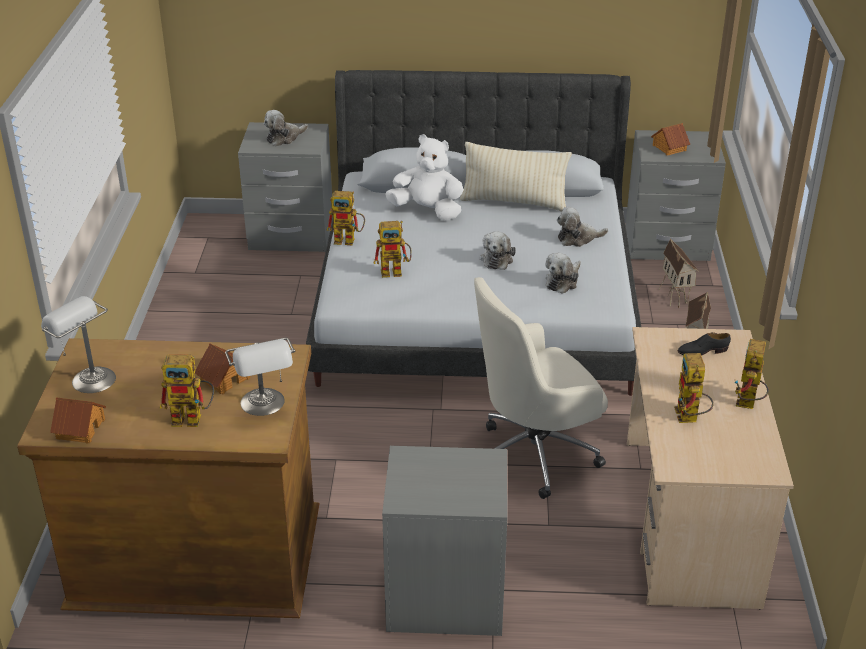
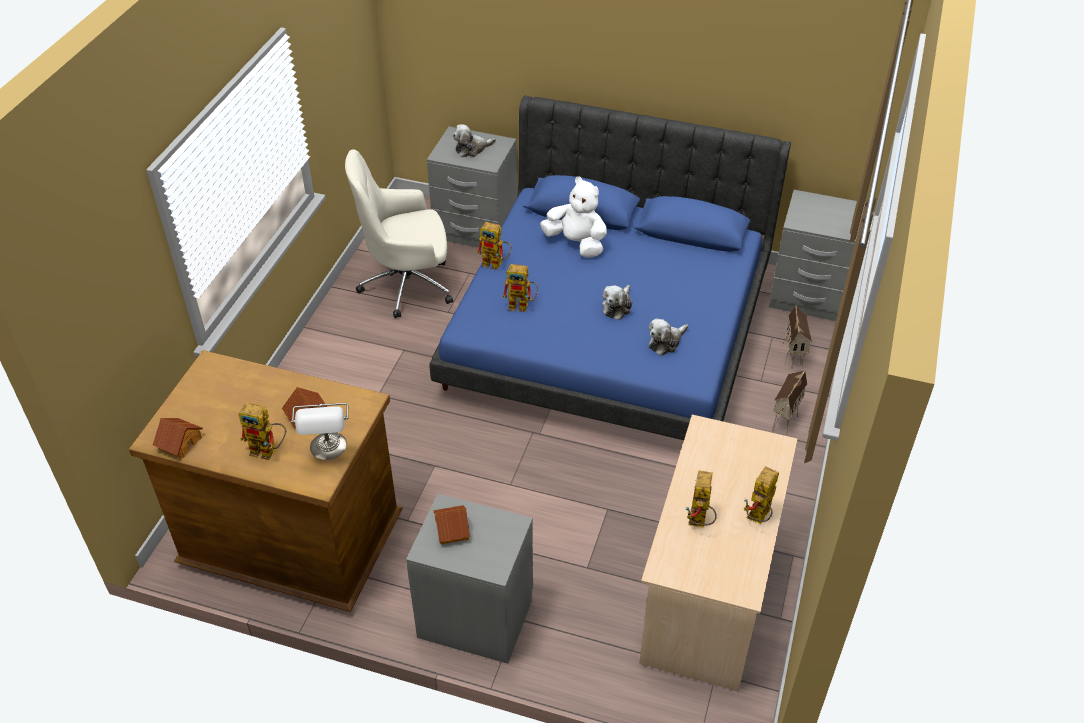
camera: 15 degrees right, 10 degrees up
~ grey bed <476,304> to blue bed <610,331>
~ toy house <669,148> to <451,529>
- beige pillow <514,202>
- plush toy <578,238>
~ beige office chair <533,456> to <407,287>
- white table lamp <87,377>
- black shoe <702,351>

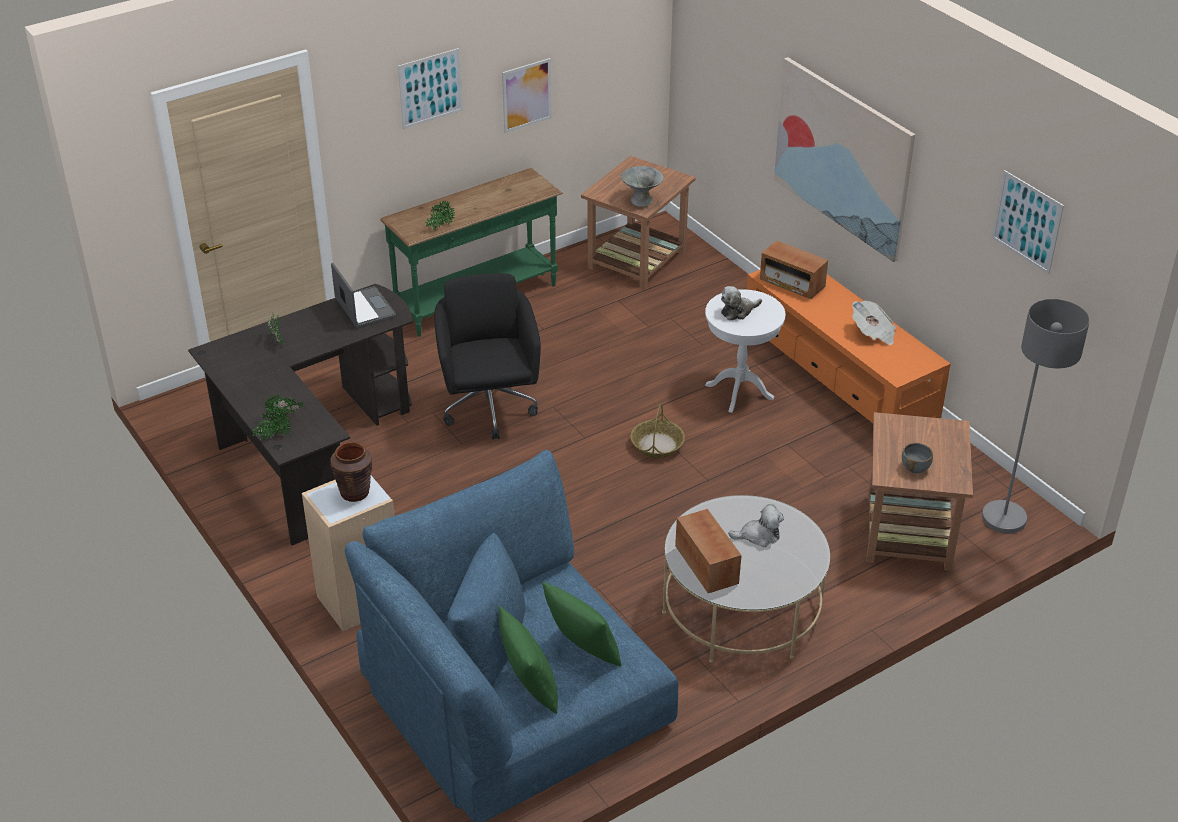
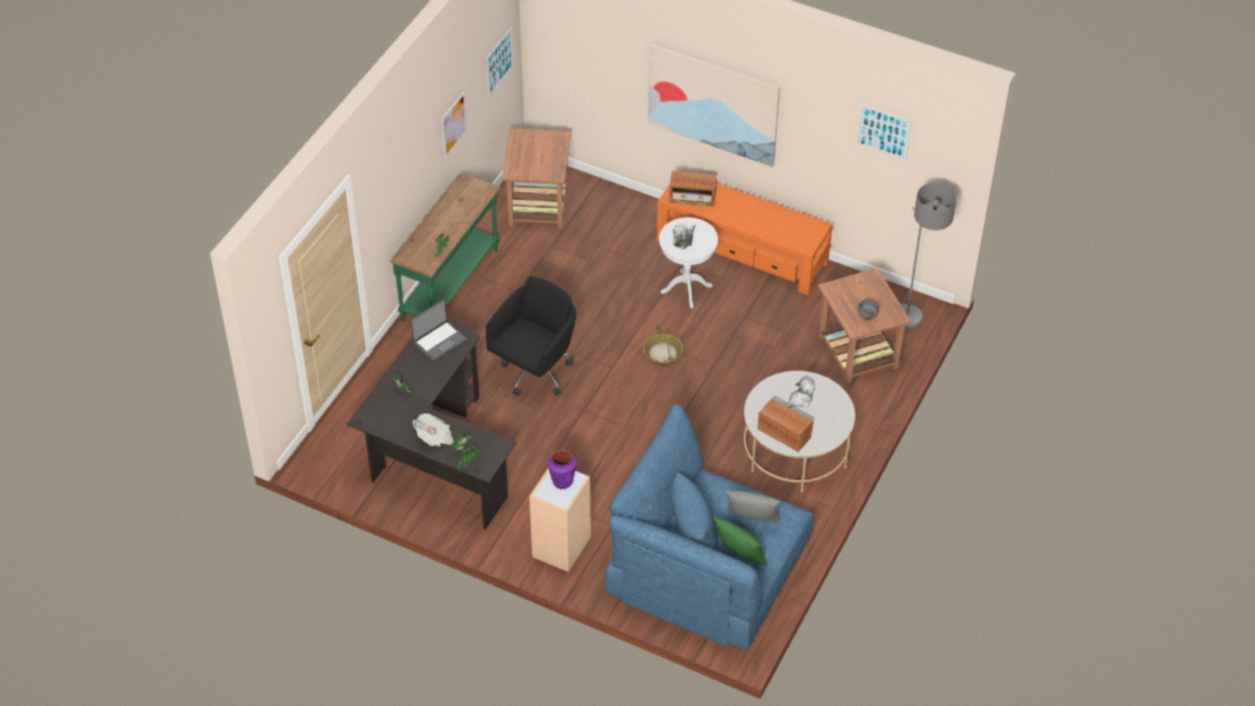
camera: 30 degrees left, 10 degrees up
~ picture <430,88> to <499,62>
- grey bowl <641,201>
~ laptop <364,309> = <439,341> 105 degrees clockwise
~ black office chair <490,413> = <534,375> 75 degrees clockwise
~ newspaper <873,333> to <434,438>
~ brown vase <355,493> to purple vase <562,481>
~ green pillow <582,652> to grey pillow <752,521>

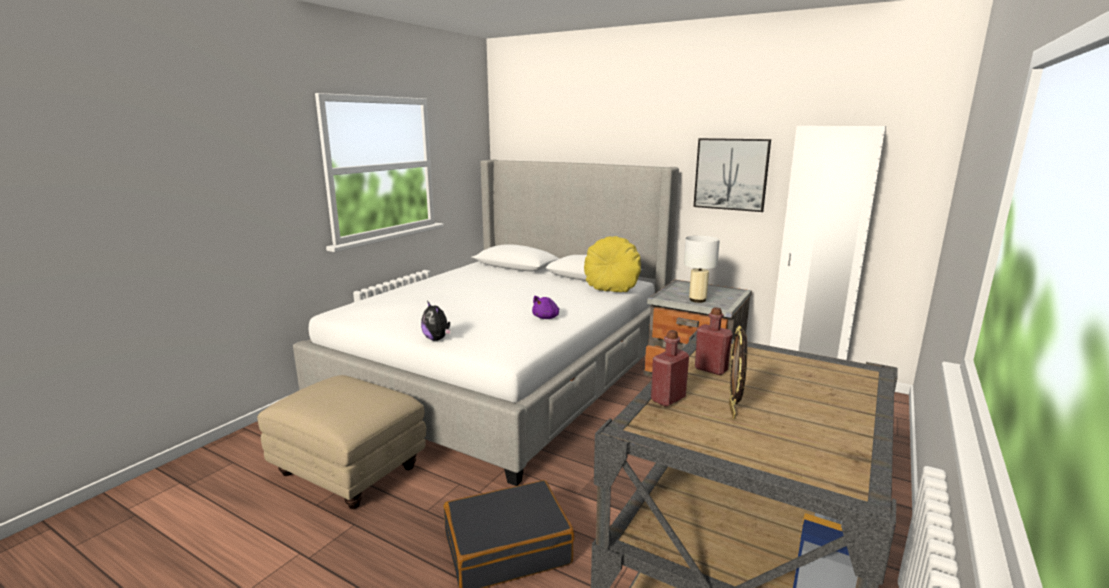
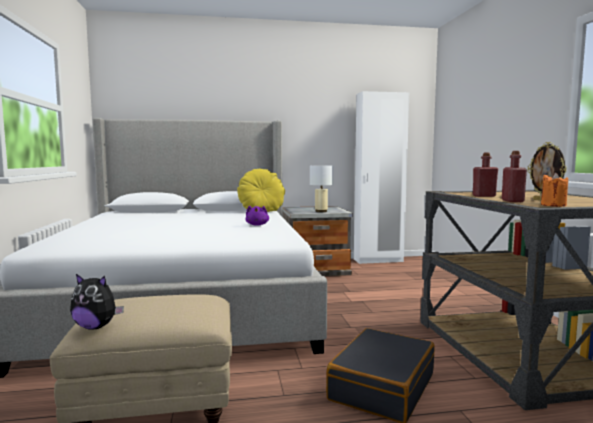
camera: 40 degrees left, 10 degrees down
- picture <731,174>
~ plush toy <437,339> to <96,327>
+ orange candle <553,205>

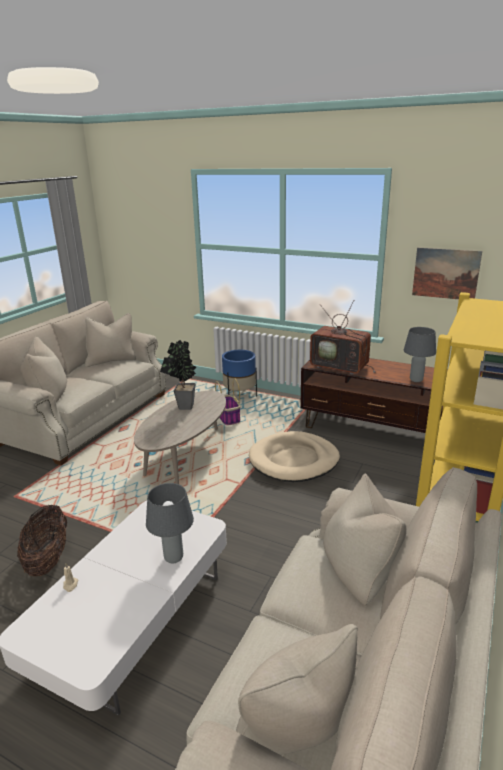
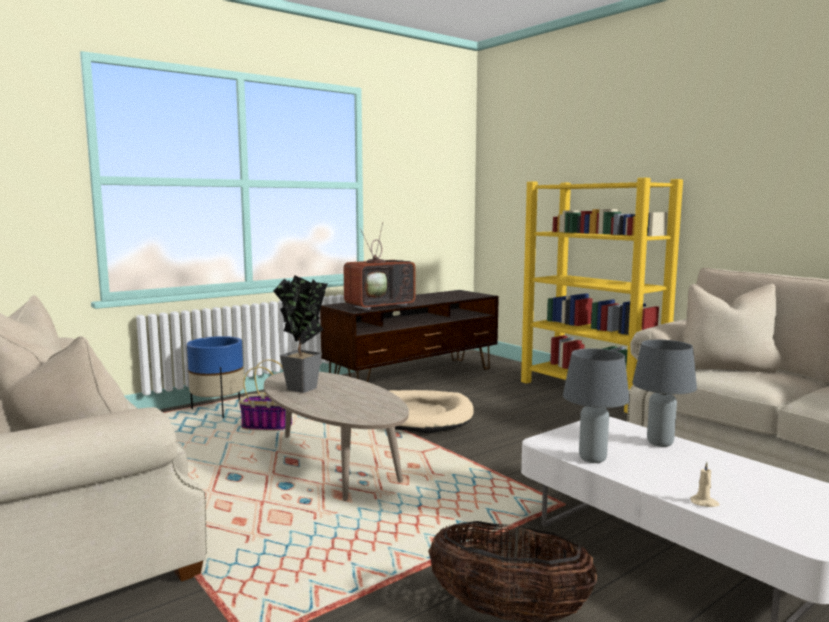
camera: 65 degrees left, 15 degrees down
- picture <445,273>
~ grey table lamp <416,380> to <591,459>

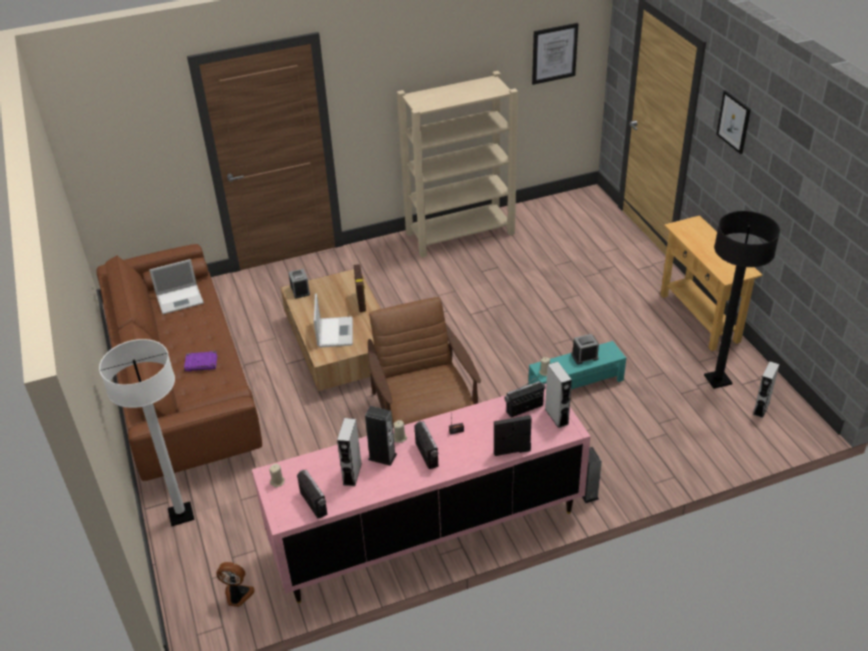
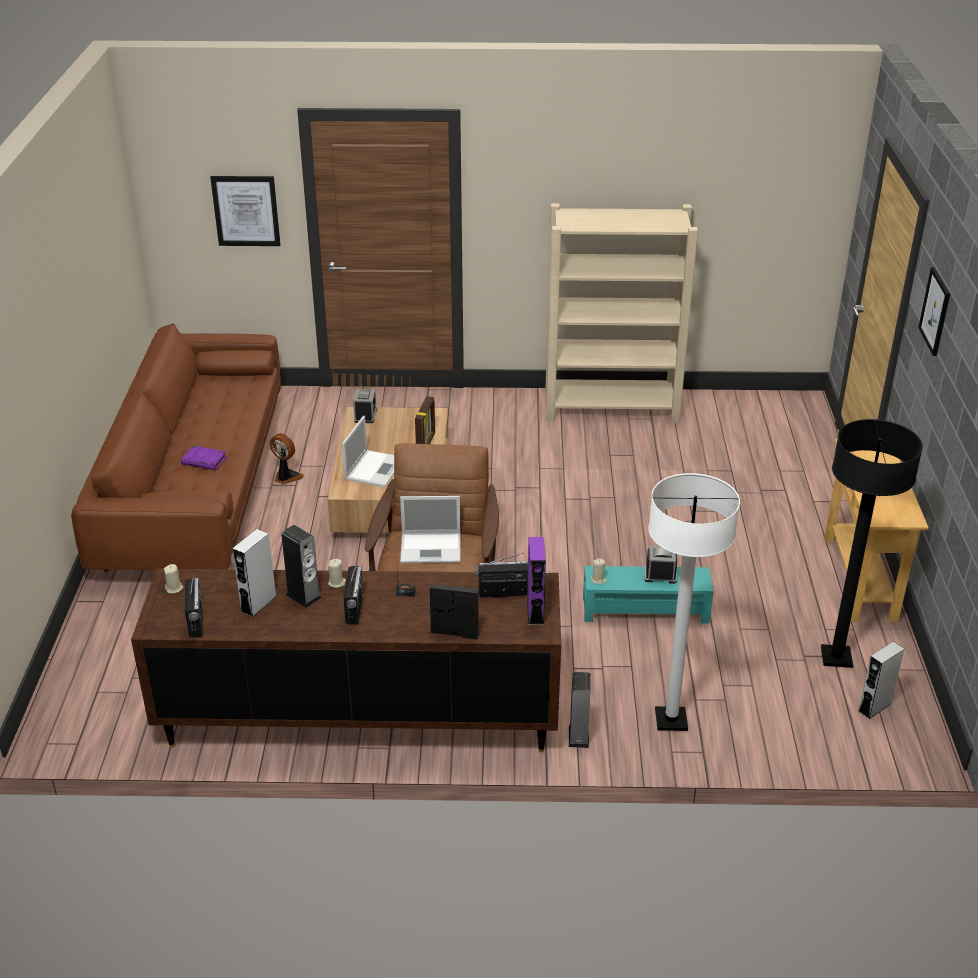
camera: 20 degrees right, 5 degrees down
~ picture <554,53> to <246,211>
~ laptop <181,299> to <432,548>
~ white floor lamp <181,515> to <671,720>
~ grey speaker <556,416> to purple speaker <535,612>
~ pink cabinet <427,531> to brown cabinet <360,718>
~ fan <237,596> to <286,477>

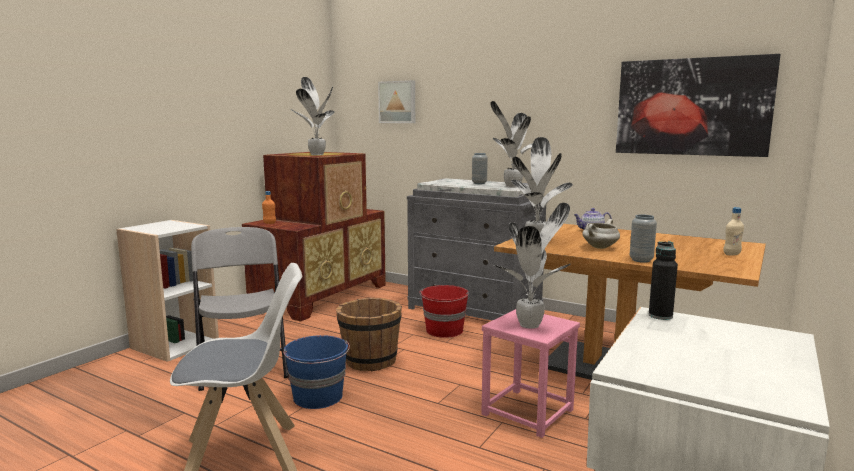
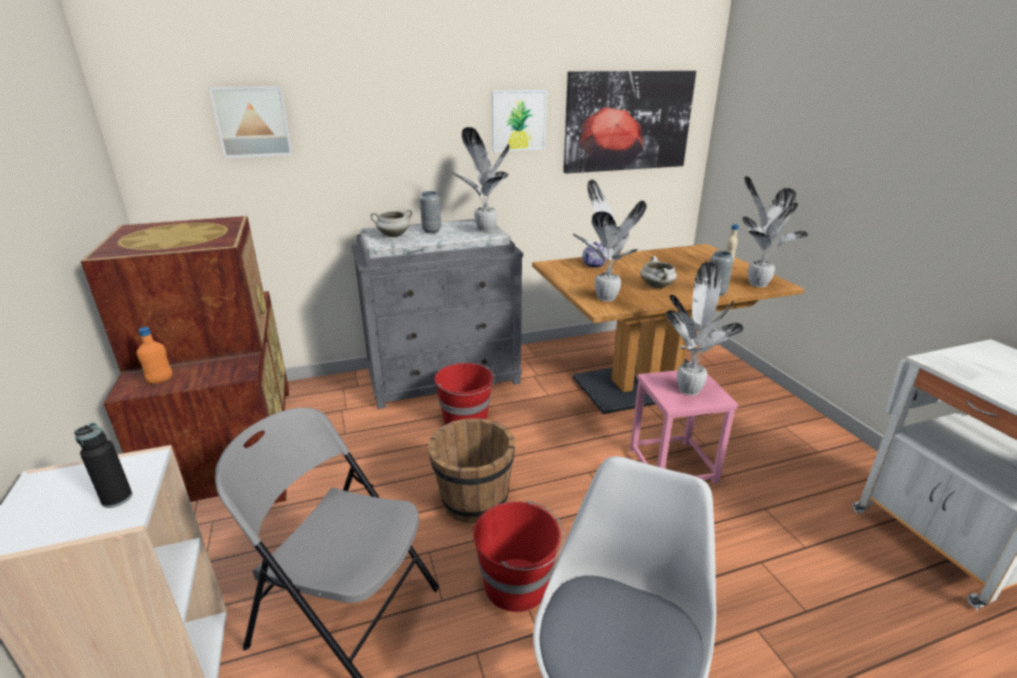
camera: 50 degrees left, 15 degrees up
~ potted plant <316,154> to <755,284>
~ black bottle <660,316> to <117,498>
~ blue bucket <318,397> to red bucket <517,584>
+ picture <518,120>
+ white cooking pot <393,236>

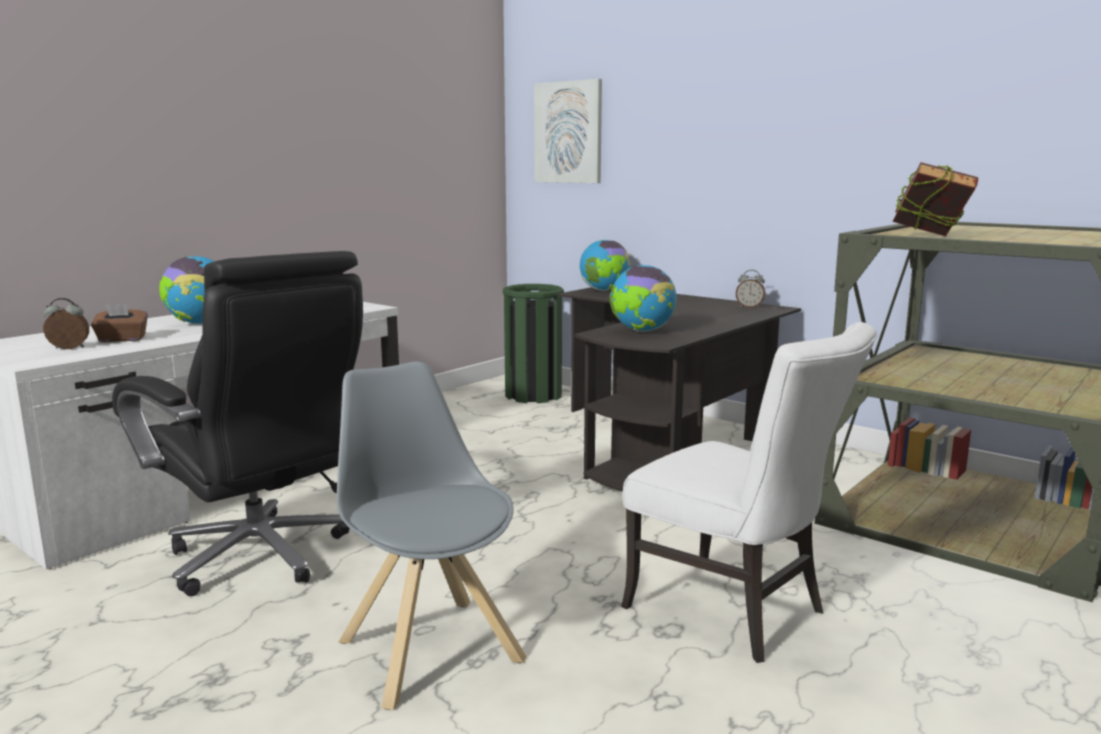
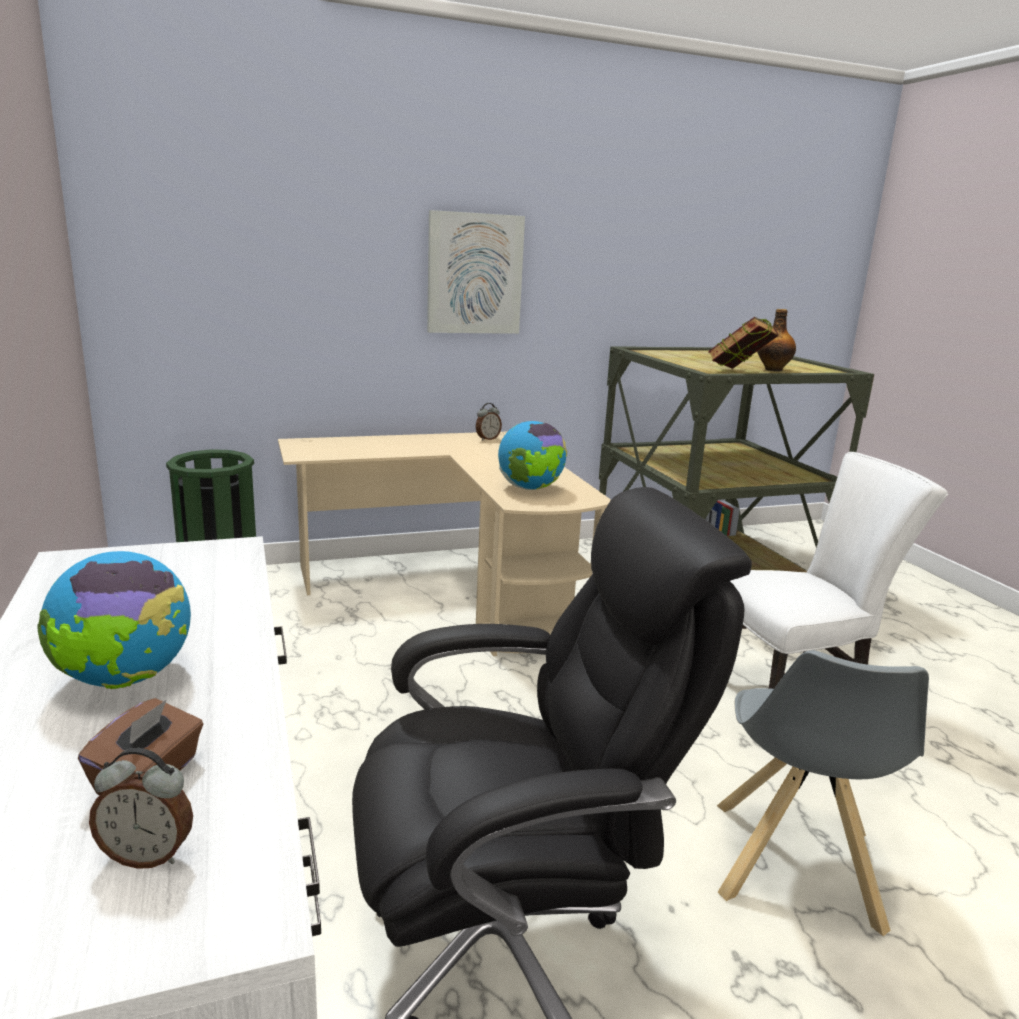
camera: 60 degrees left, 5 degrees up
~ picture <568,132> to <474,274>
- globe <604,290>
~ black desk <668,441> to beige desk <454,589>
~ alarm clock <68,348> = <148,855> 105 degrees counterclockwise
~ grey chair <429,647> = <794,868> 75 degrees counterclockwise
+ bottle <773,369>

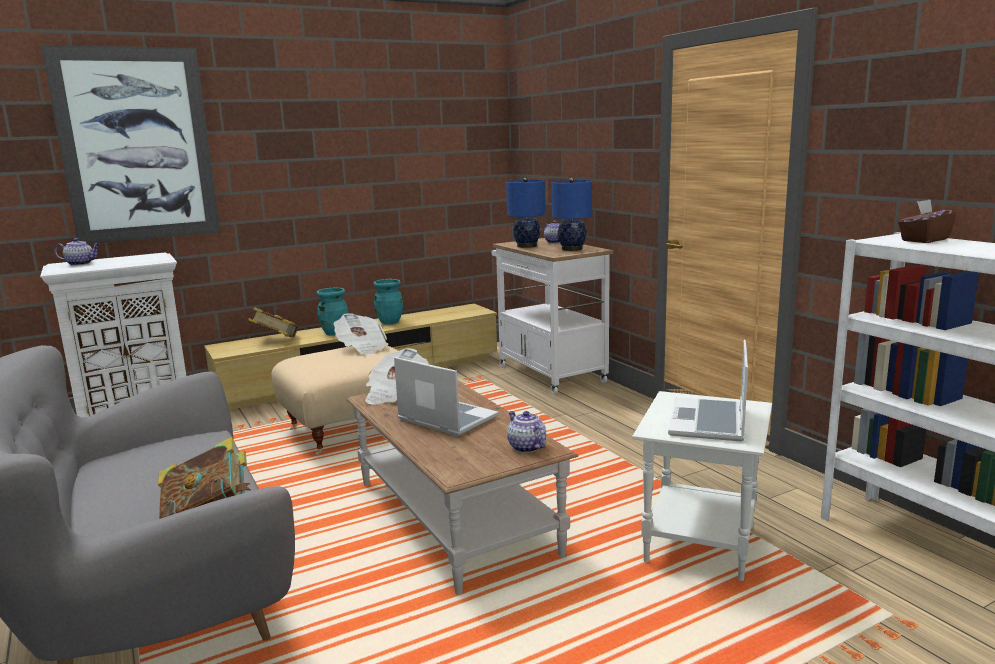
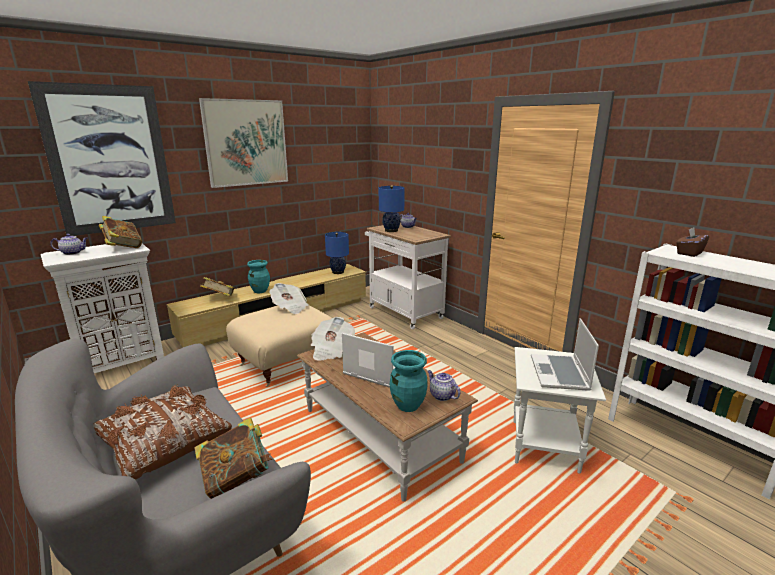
camera: 10 degrees left, 5 degrees up
~ blue table lamp <572,249> to <338,272>
~ turquoise vase <390,322> to <408,405>
+ picture <246,143>
+ book <123,247>
+ brown pillow <165,446>

